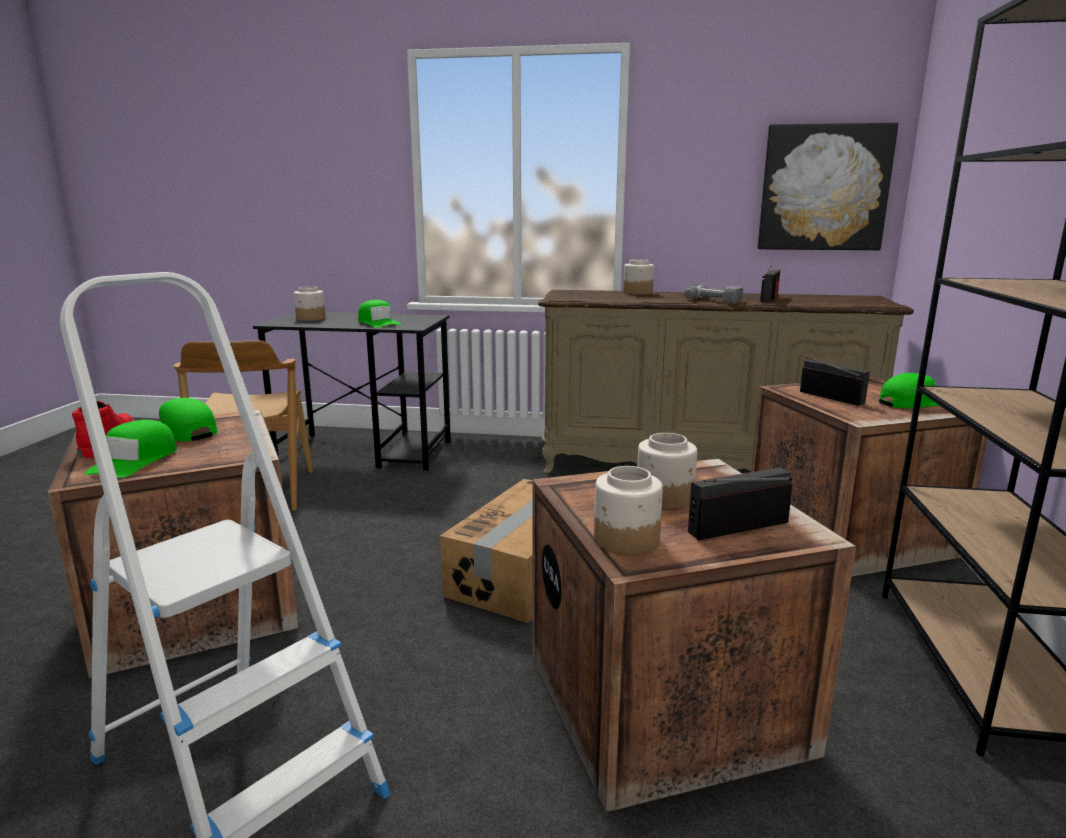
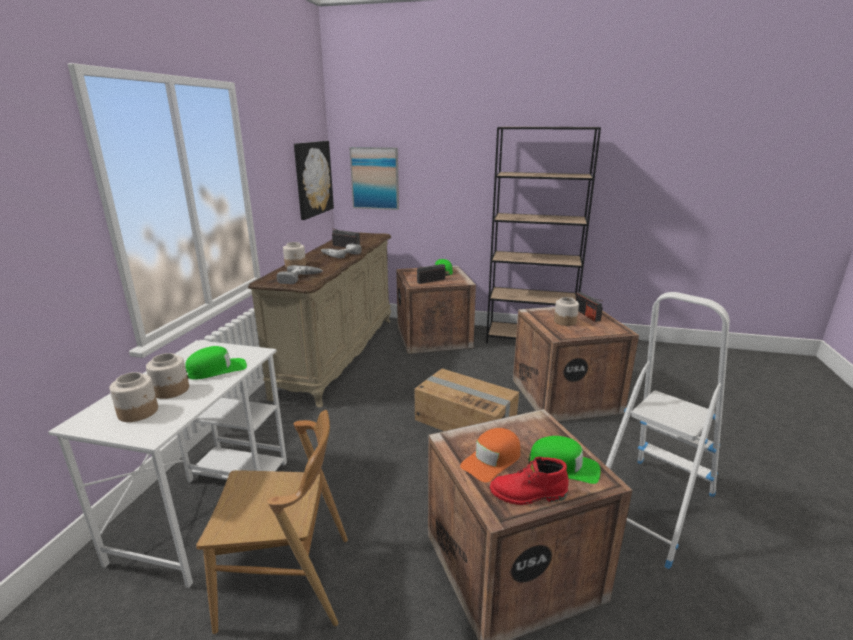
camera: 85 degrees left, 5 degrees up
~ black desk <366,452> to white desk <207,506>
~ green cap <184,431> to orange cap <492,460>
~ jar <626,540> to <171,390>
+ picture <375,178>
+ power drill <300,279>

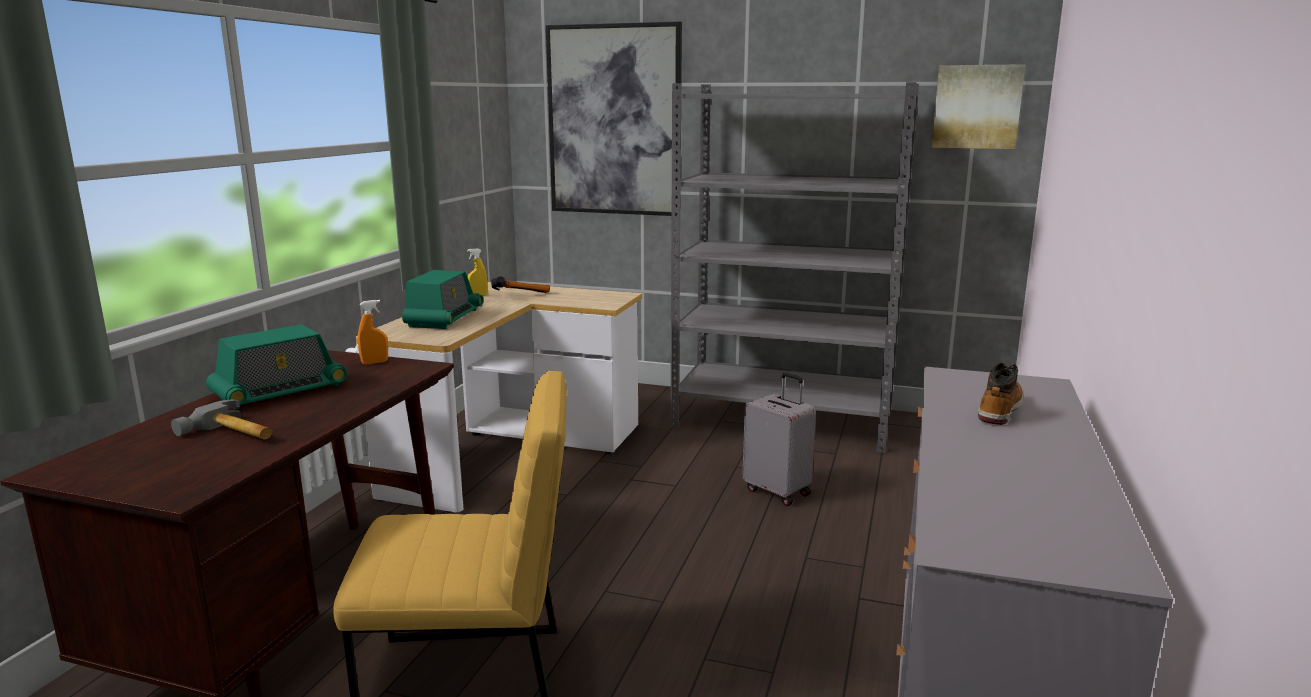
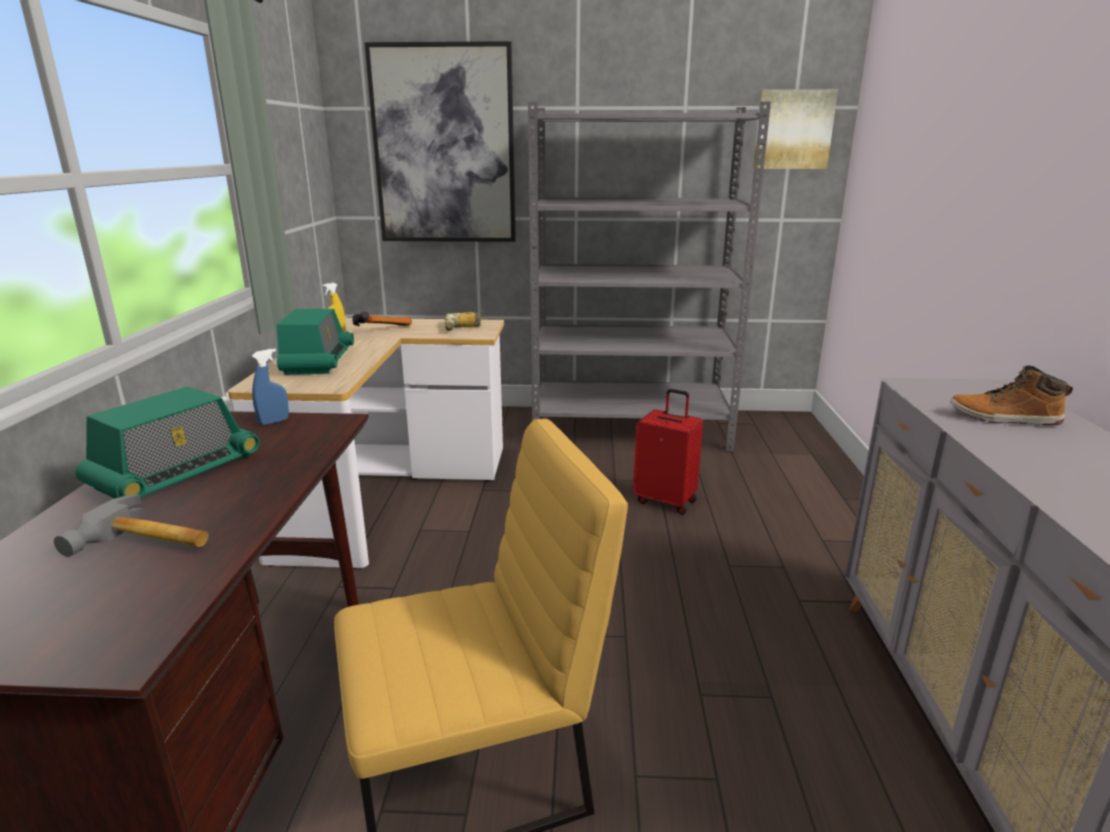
camera: 15 degrees left, 5 degrees up
~ orange spray bottle <375,362> to blue spray bottle <274,422>
~ boot <998,410> = <1004,418> 90 degrees counterclockwise
~ grey suitcase <778,491> to red suitcase <666,500>
+ power drill <464,327>

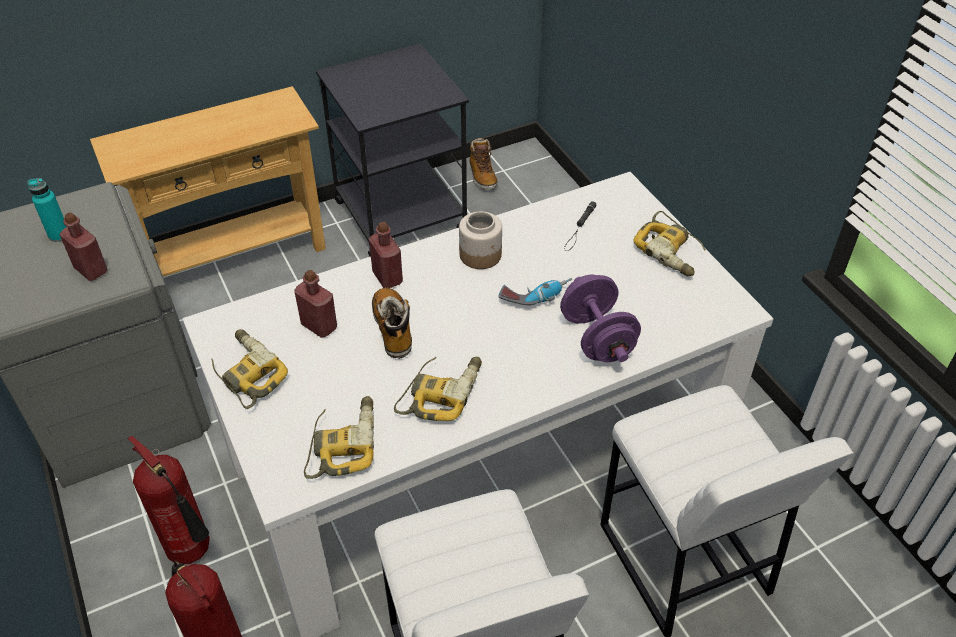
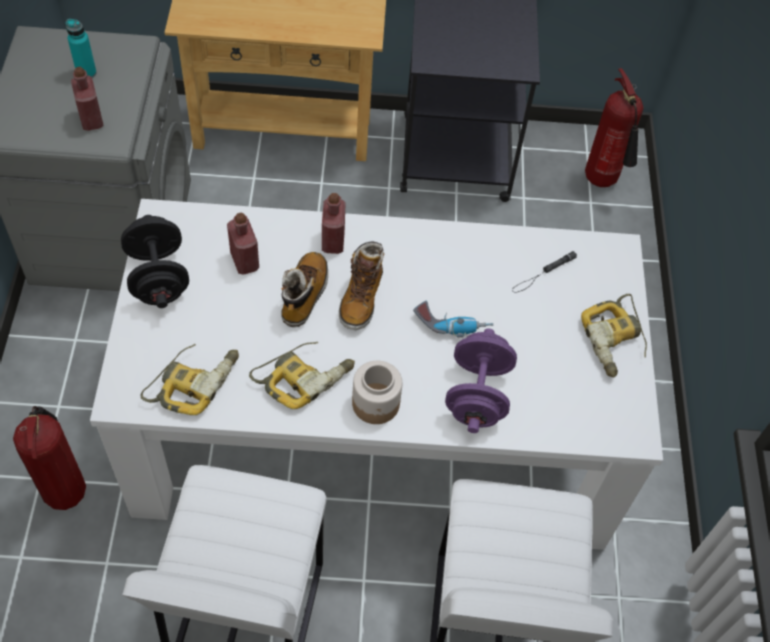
camera: 25 degrees right, 10 degrees up
~ boot <482,176> to <361,298>
~ jar <481,255> to <376,404>
~ power drill <246,374> to black dumbbell <158,277>
~ fire extinguisher <194,553> to <603,182>

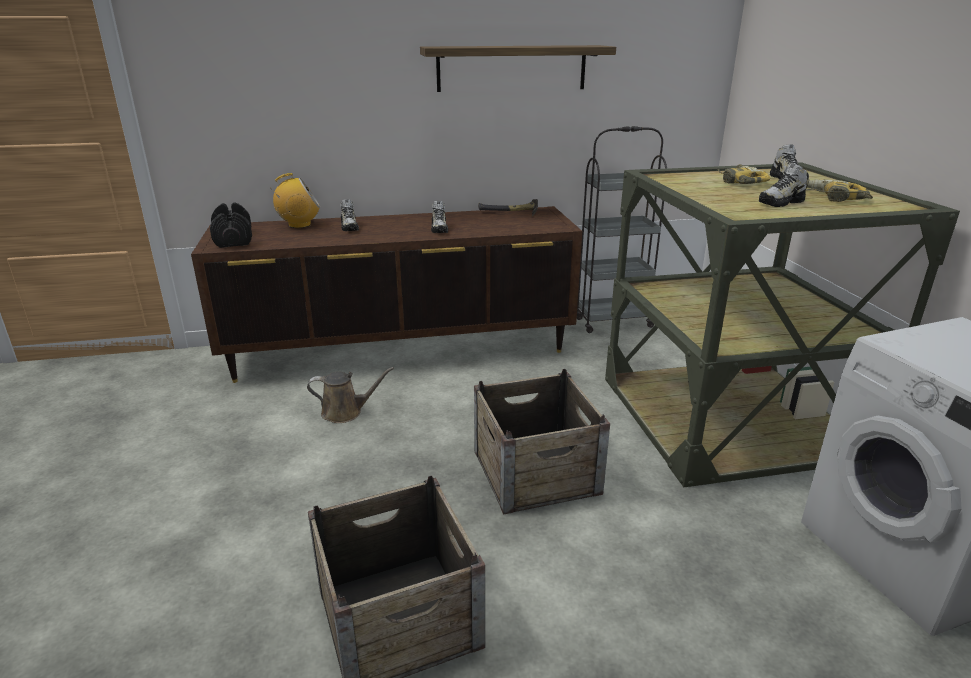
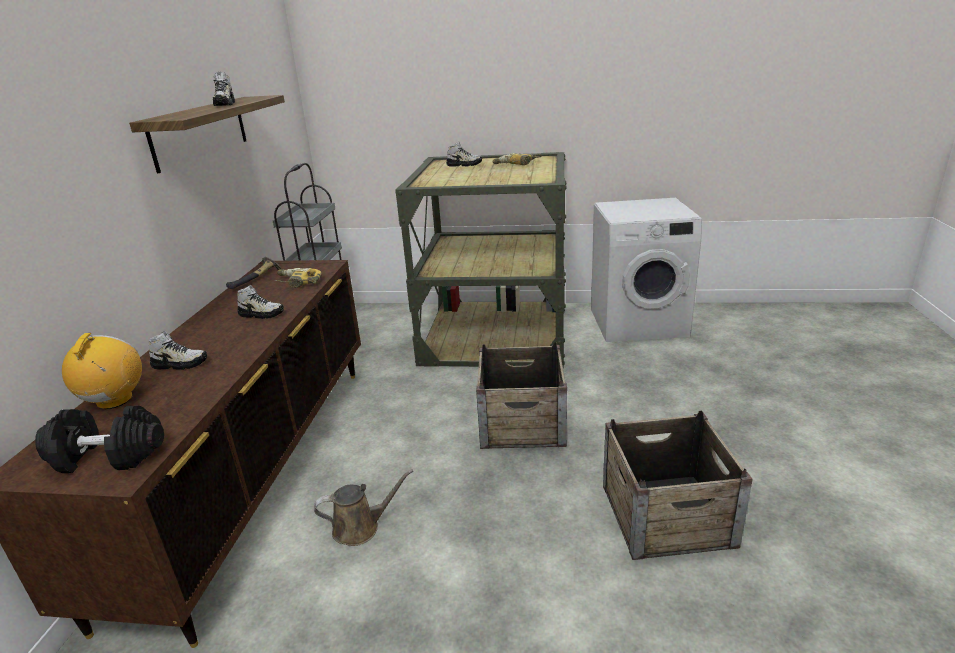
camera: 70 degrees left, 0 degrees up
~ shoe <781,203> to <225,104>
~ power drill <738,181> to <297,283>
~ brown watering can <346,412> = <360,528> 60 degrees clockwise

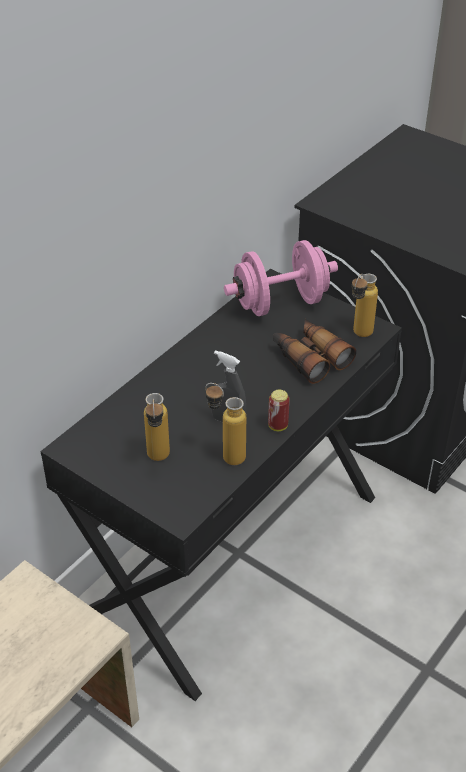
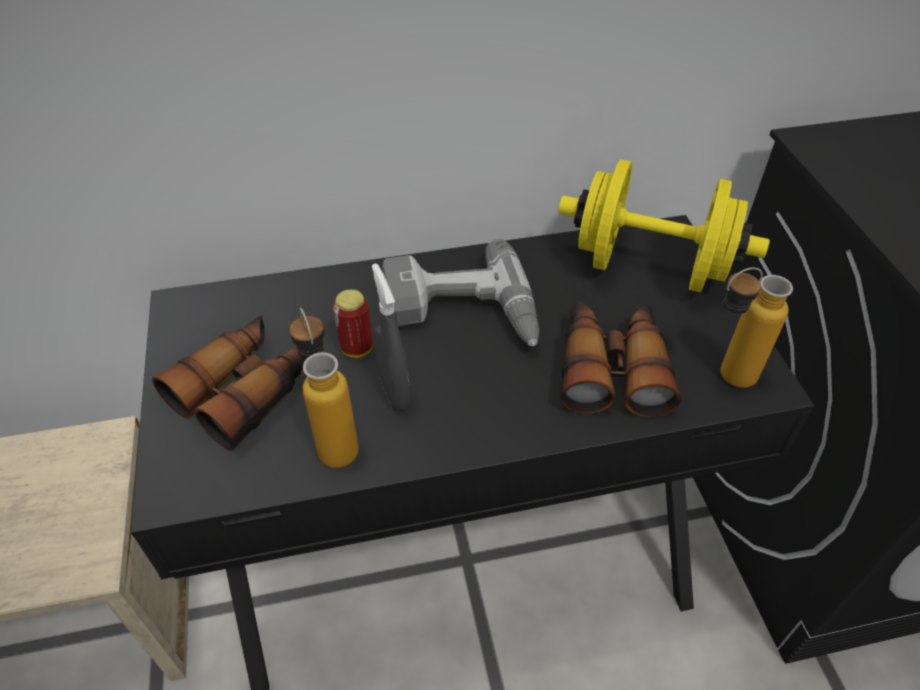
camera: 40 degrees right, 5 degrees up
~ pink dumbbell <280,303> to yellow dumbbell <650,267>
~ can <278,426> to <357,349>
~ bottle <158,460> to binoculars <247,389>
+ power drill <461,314>

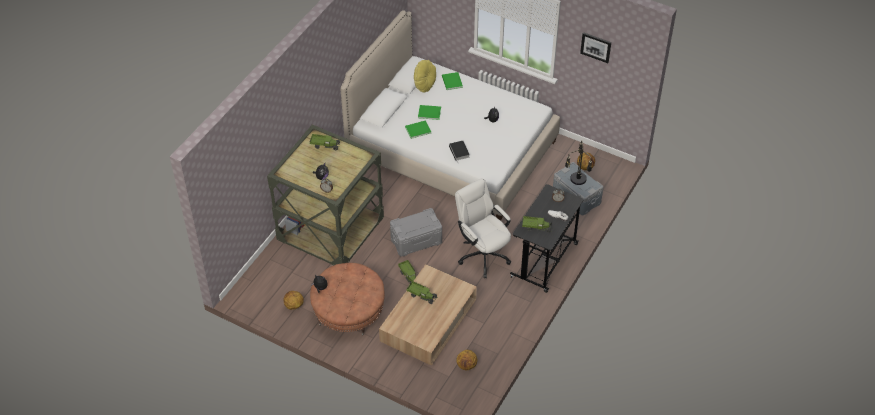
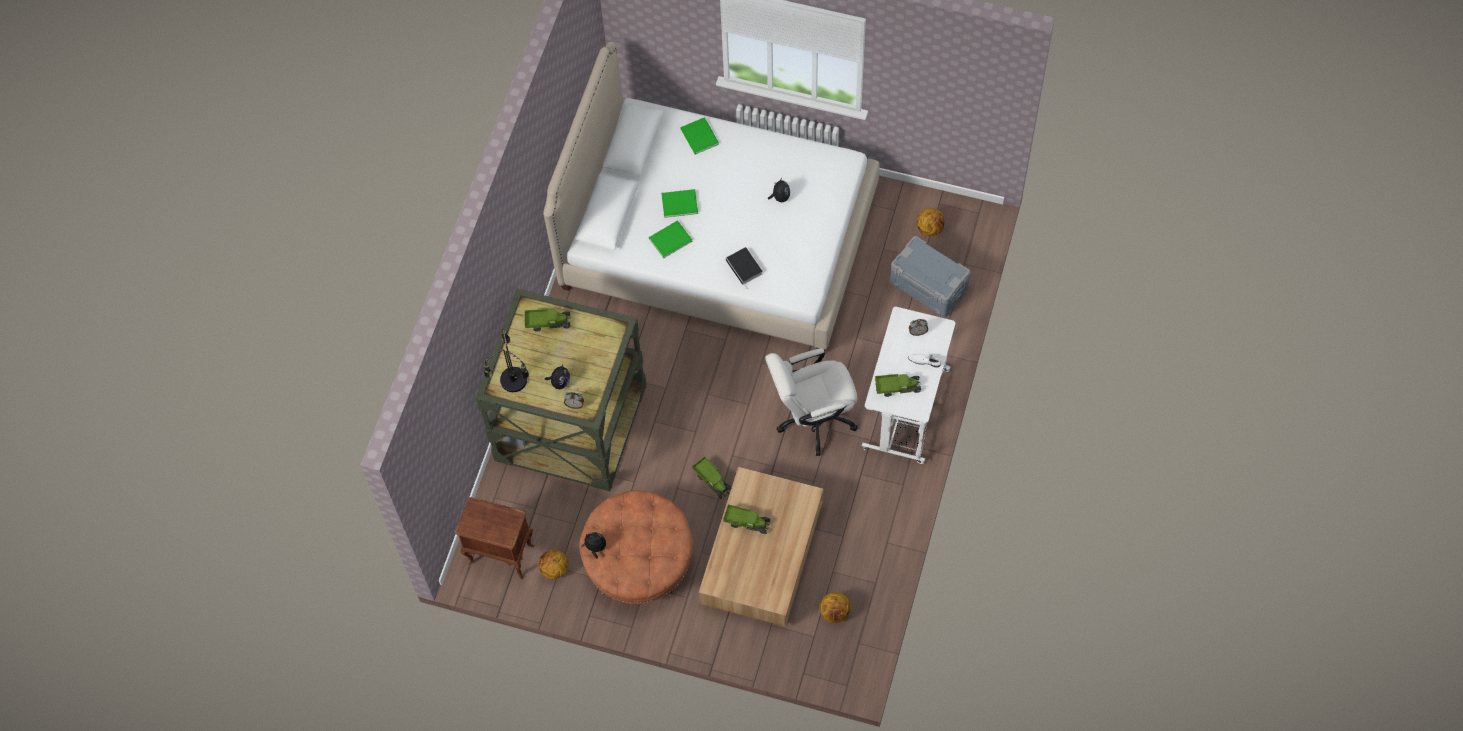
camera: 10 degrees left, 15 degrees up
- picture <596,47>
- yellow pillow <425,86>
~ table lamp <578,179> to <513,380>
~ white office chair <482,255> = <812,420> 60 degrees counterclockwise
~ black desk <544,261> to white desk <906,410>
- grey storage box <416,240>
+ brown nightstand <500,555>

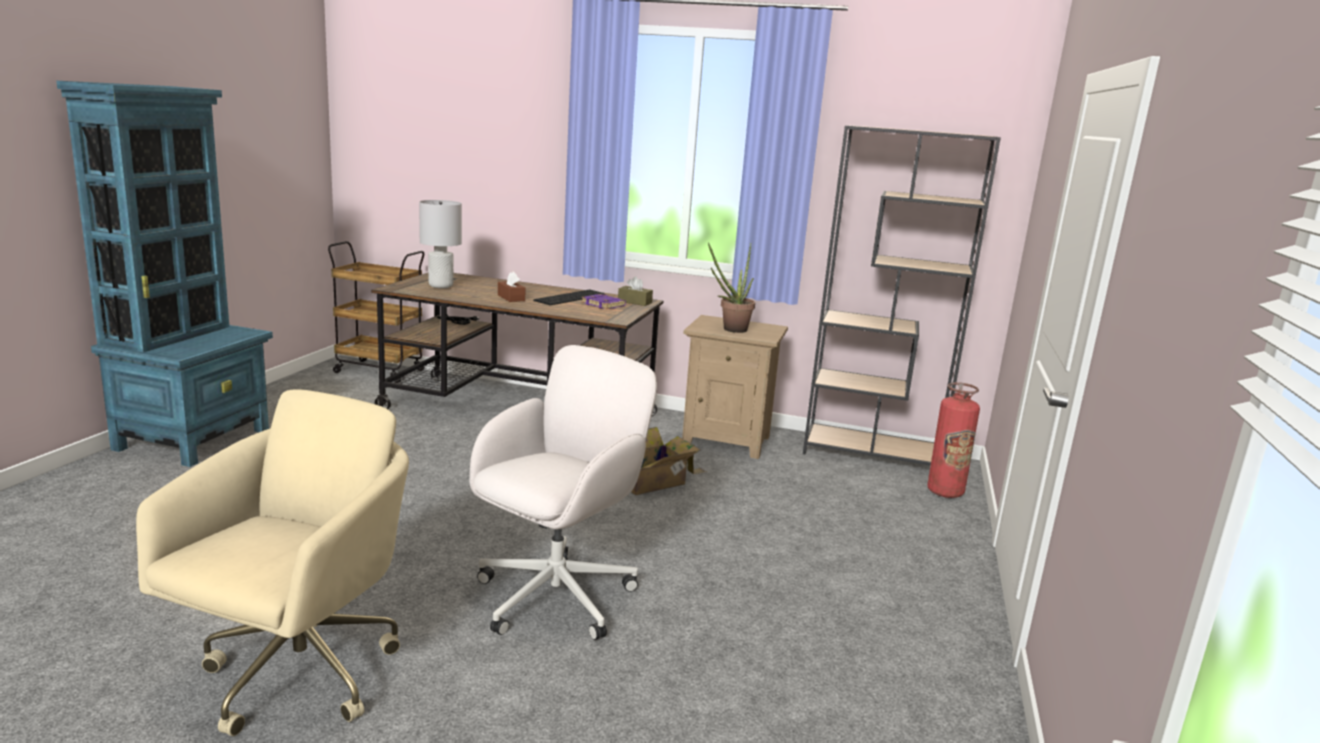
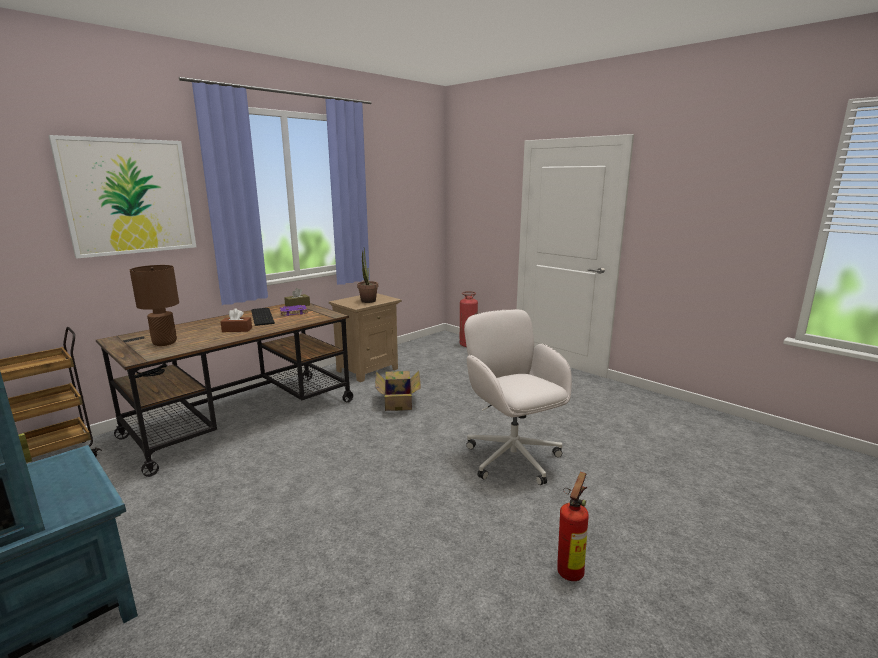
camera: 60 degrees left, 0 degrees up
- bookcase <872,454>
~ grey table lamp <441,287> to brown table lamp <165,344>
~ beige office chair <295,682> to fire extinguisher <572,570>
+ picture <129,197>

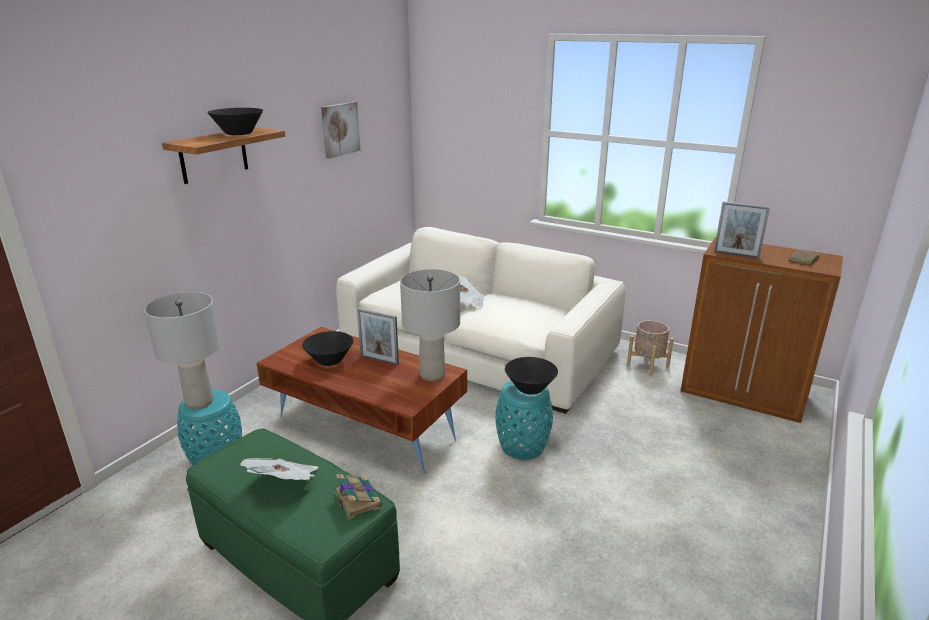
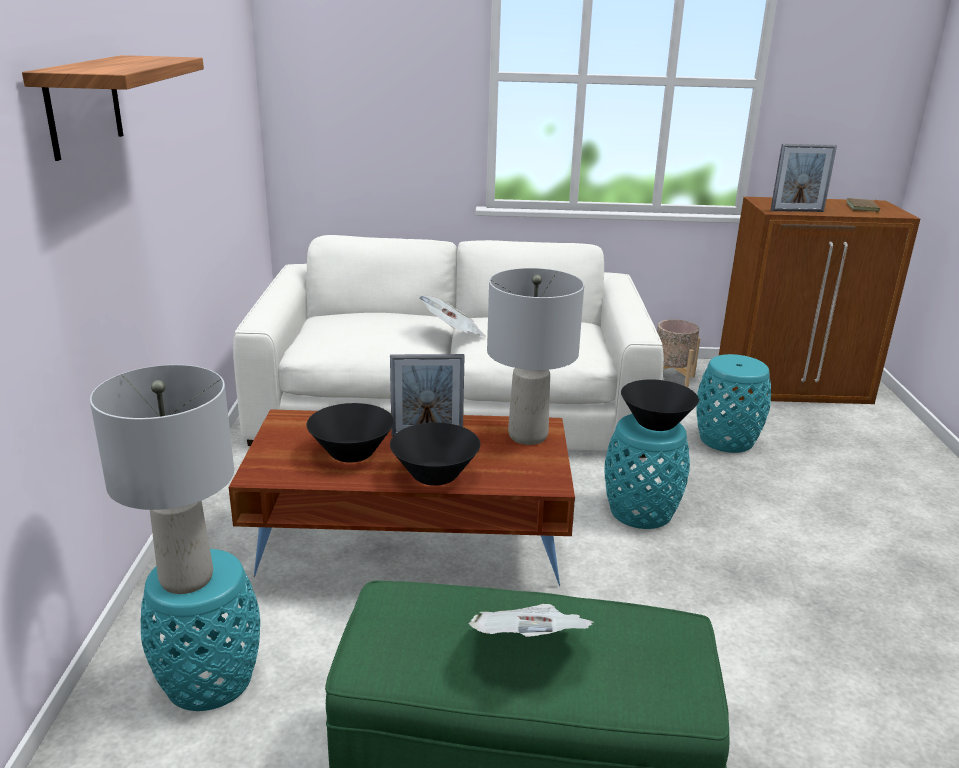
camera: 30 degrees left, 0 degrees up
- picture <339,129>
~ black bowl <239,133> to <435,475>
- book <357,499>
+ turquoise stool <726,440>

